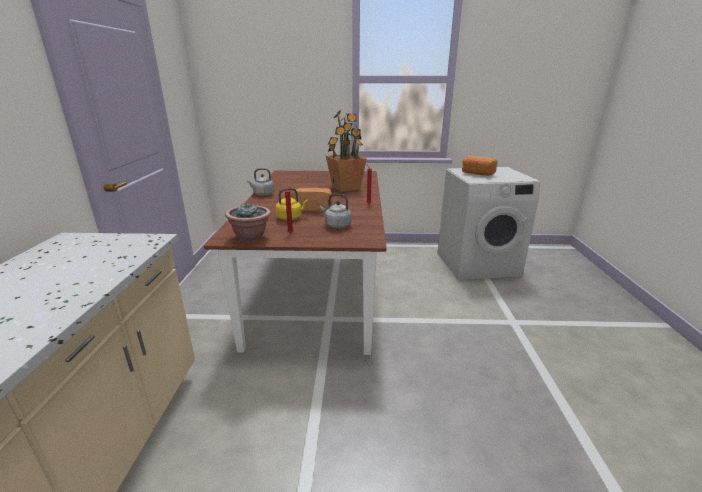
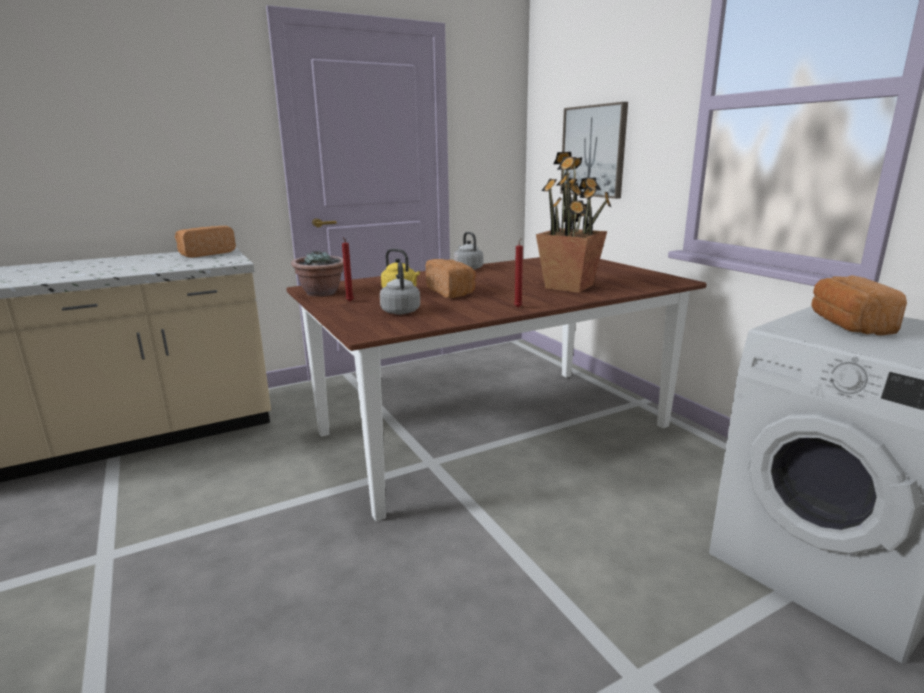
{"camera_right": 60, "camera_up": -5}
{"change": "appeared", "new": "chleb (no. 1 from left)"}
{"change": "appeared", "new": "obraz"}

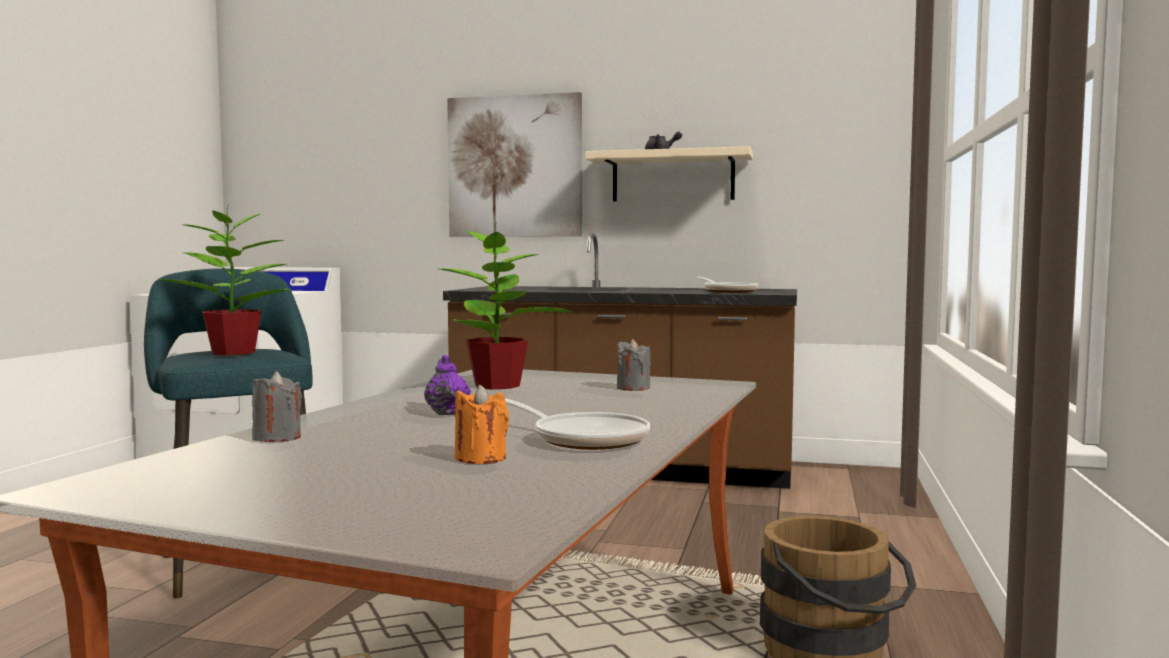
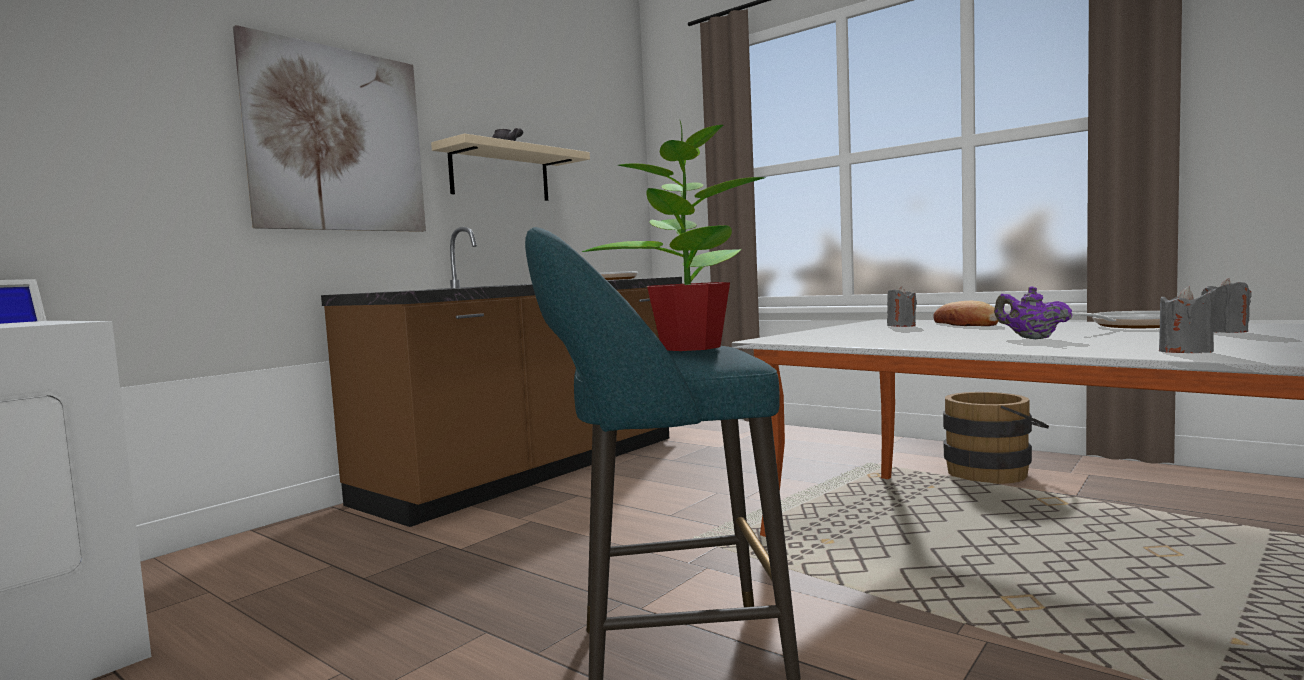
{"camera_right": -65, "camera_up": 0}
{"change": "missing", "old": "roślina doniczkowa (no. 2 from left)"}
{"change": "appeared", "new": "chleb"}
{"change": "colour", "old": "świeca (pomarańczowy)", "new": "świeca (szary) (no. 3 from left)"}
{"change": "spun", "old": "imbryk (fioletowy)", "degrees": 45}

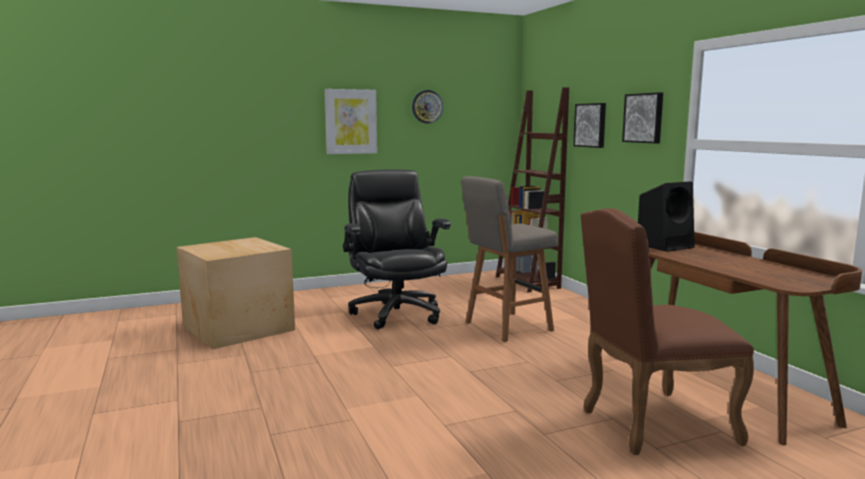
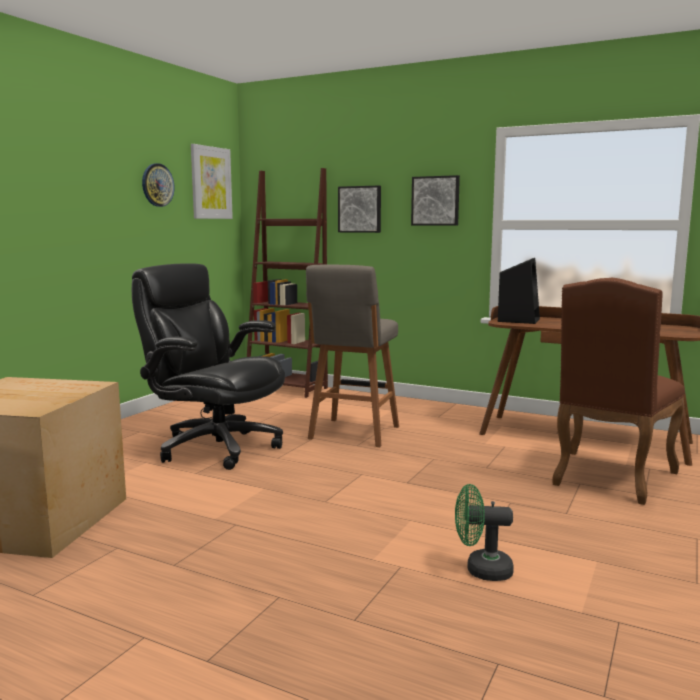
{"camera_right": -40, "camera_up": 0}
{"change": "appeared", "new": "wentylator (zielony)"}
{"change": "relocated", "old": "obraz (no. 1 from left)"}

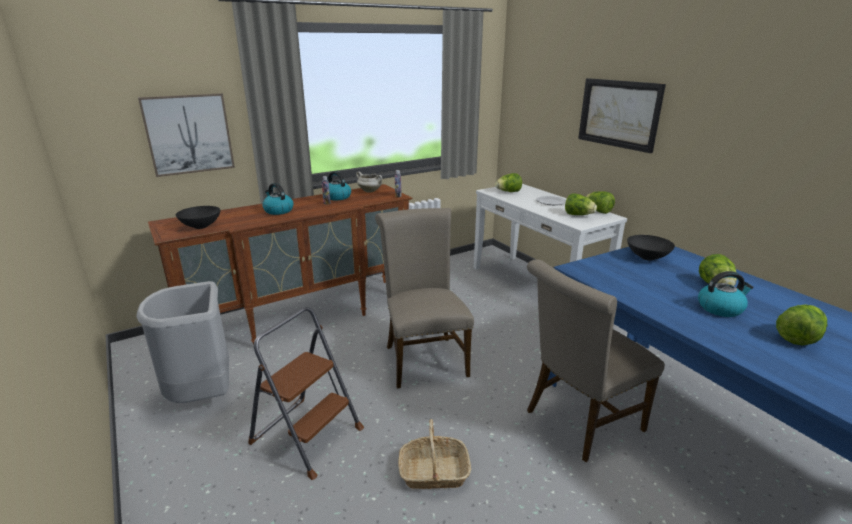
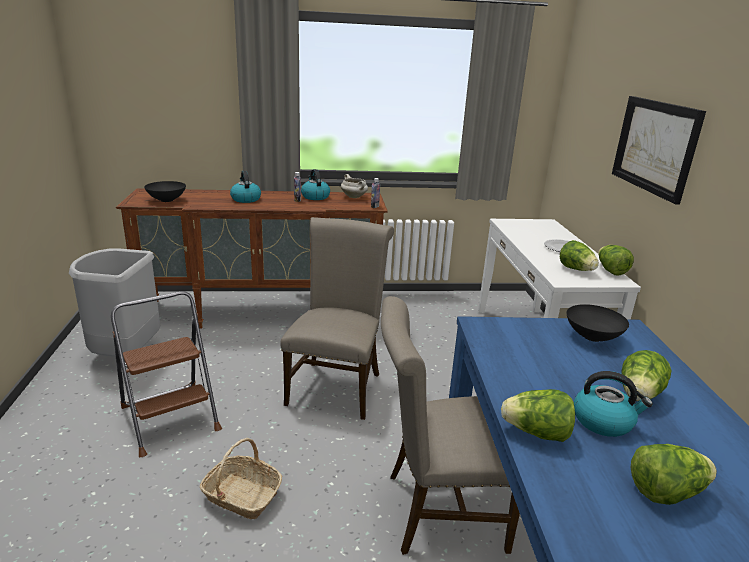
{"camera_right": 25, "camera_up": 0}
{"change": "missing", "old": "obraz (no. 1 from left)"}
{"change": "relocated", "old": "sałata (no. 1 from left)"}

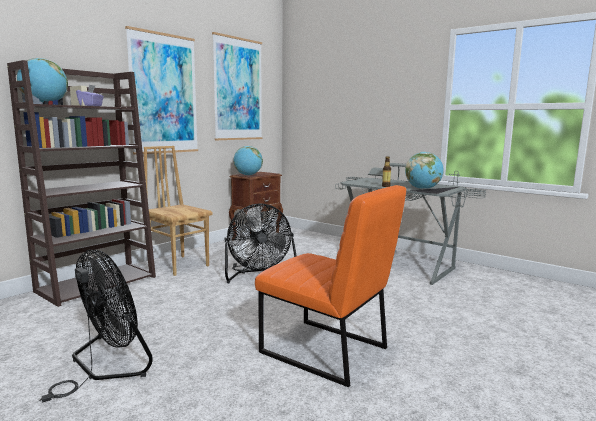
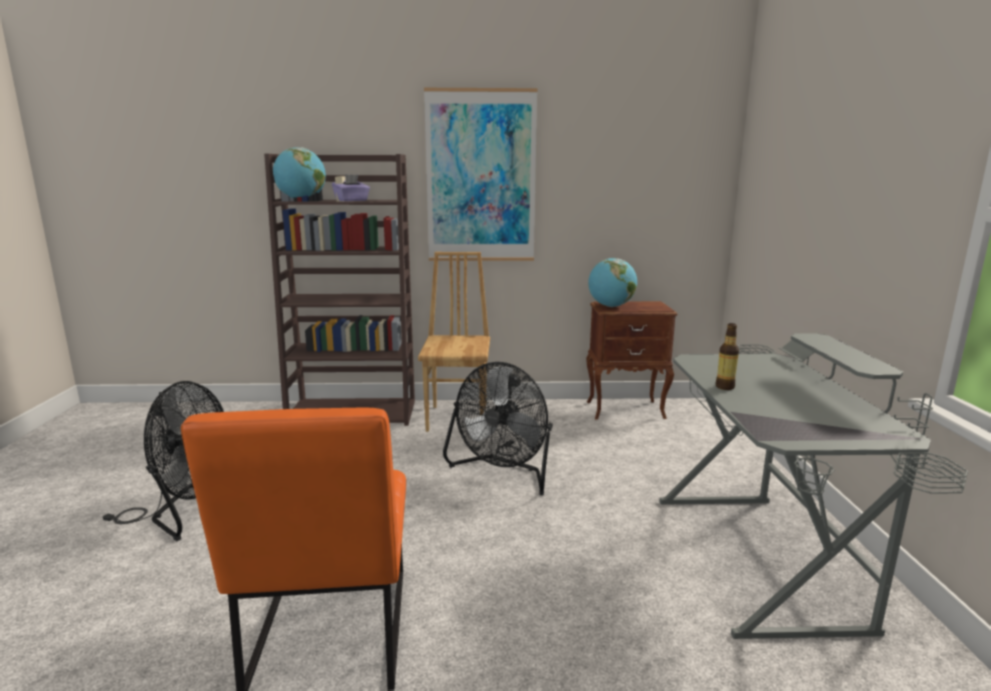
{"camera_right": 50, "camera_up": 5}
{"change": "missing", "old": "obraz (no. 2 from left)"}
{"change": "missing", "old": "globus (no. 3 from left)"}

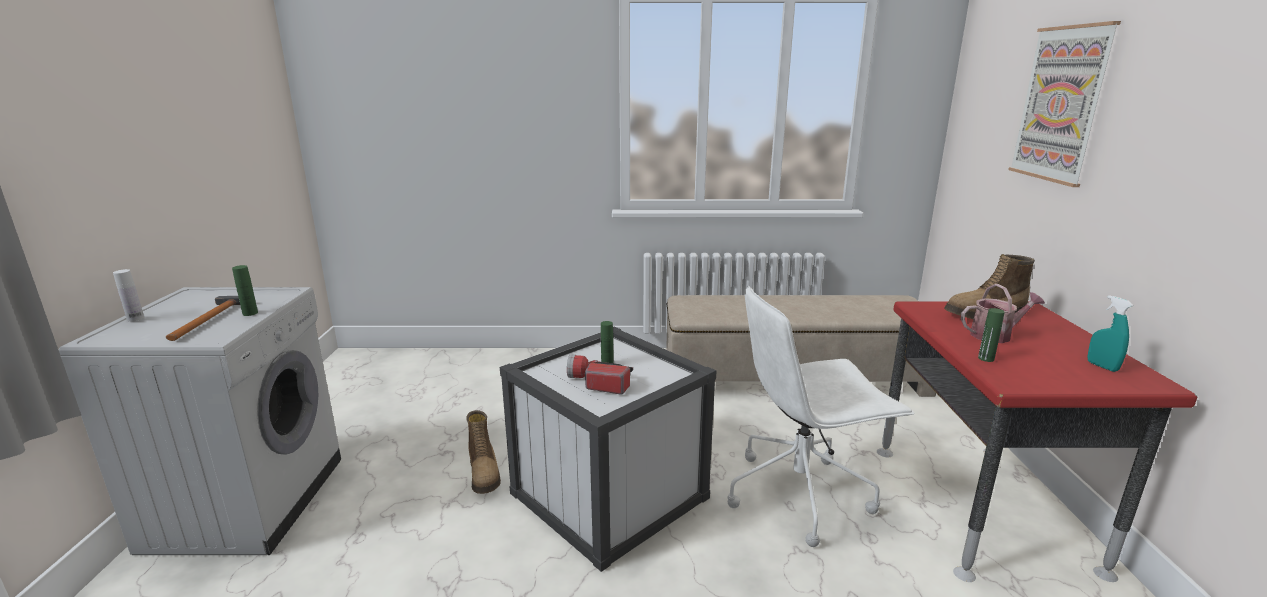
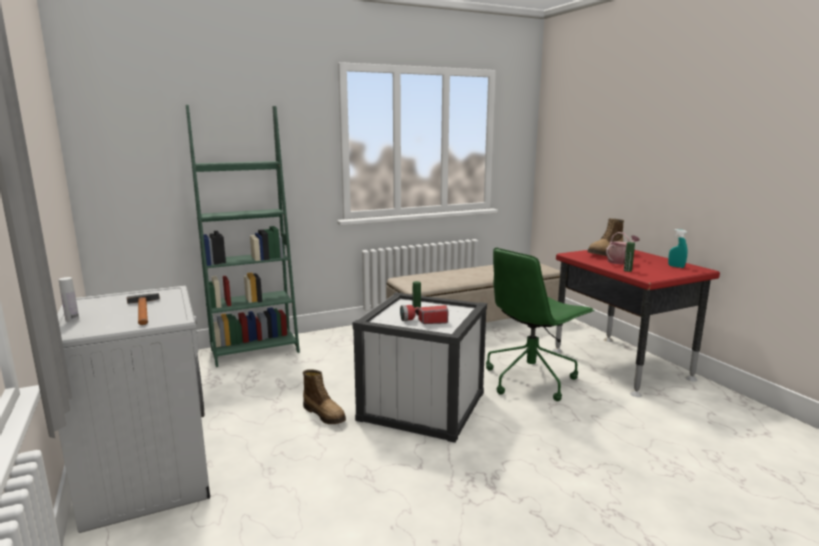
{"camera_right": -25, "camera_up": -5}
{"change": "missing", "old": "butelka (zielony) (no. 1 from left)"}
{"change": "missing", "old": "obraz"}
{"change": "appeared", "new": "regał (zielony)"}
{"change": "colour", "old": "krzesło biurowe (biały)", "new": "krzesło biurowe (zielony)"}

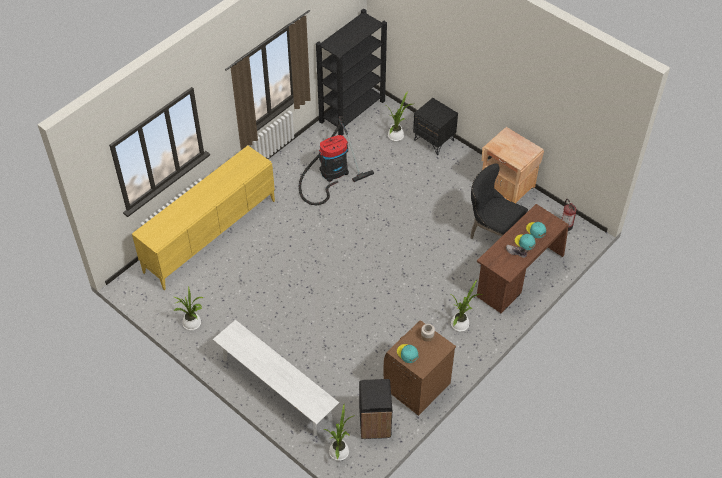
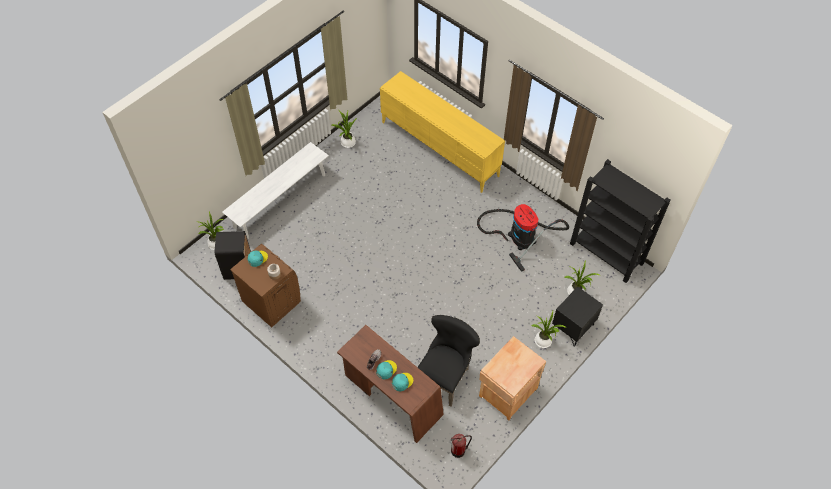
{"camera_right": 90, "camera_up": 5}
{"change": "relocated", "old": "roślina doniczkowa (no. 4 from left in the first image)", "new": "roślina doniczkowa (no. 3 from left)"}

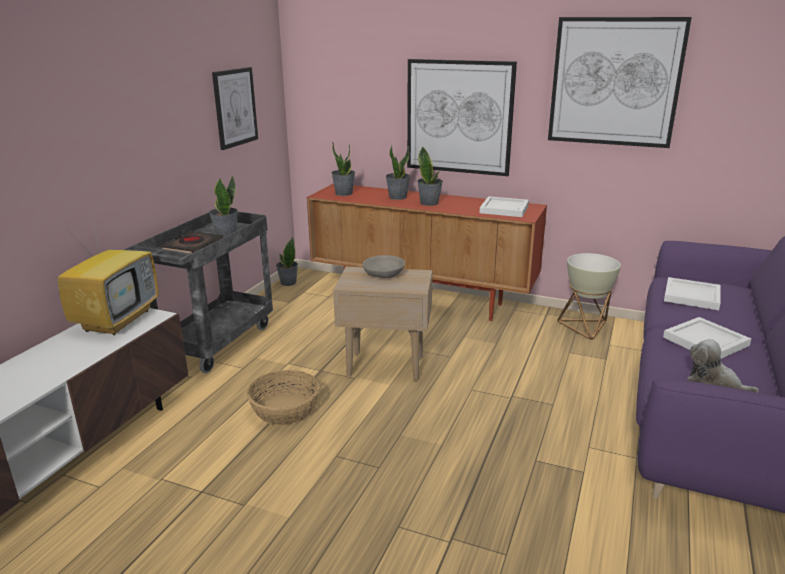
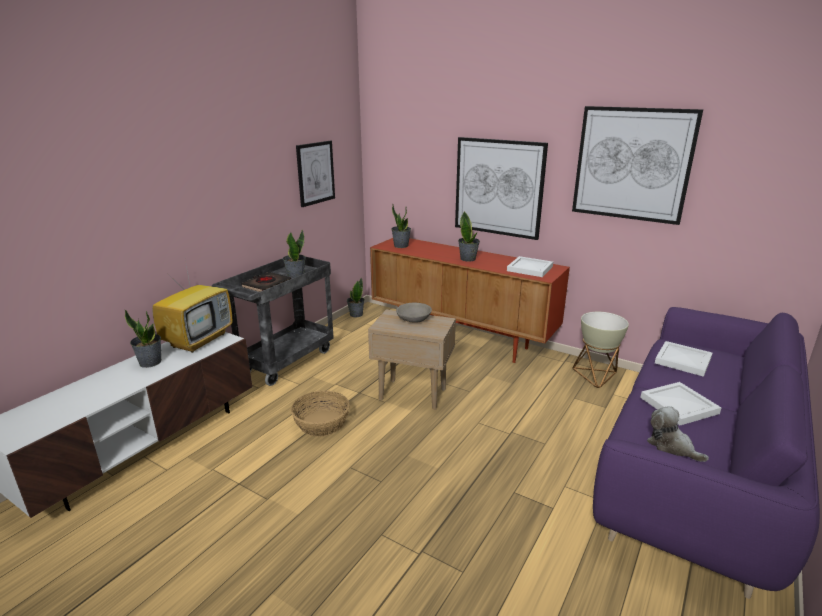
{"camera_right": 10, "camera_up": 0}
{"change": "relocated", "old": "roślina doniczkowa (no. 4 from left in the first image)", "new": "roślina doniczkowa (no. 1 from left)"}

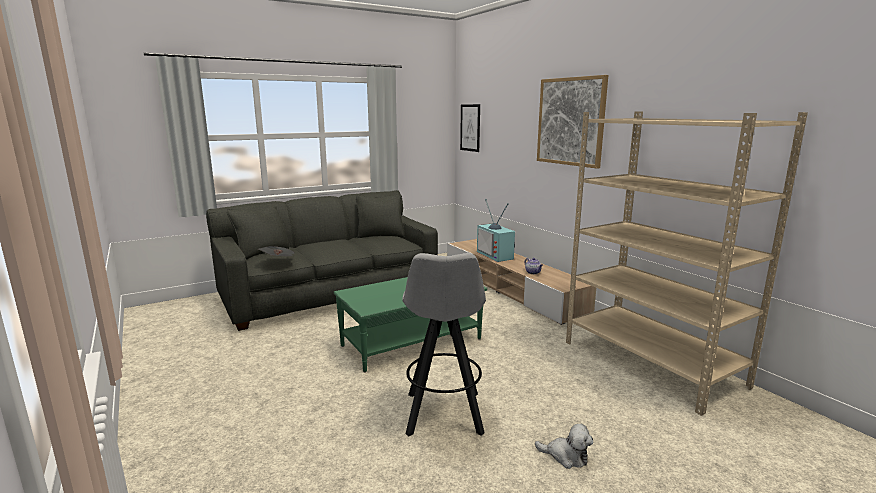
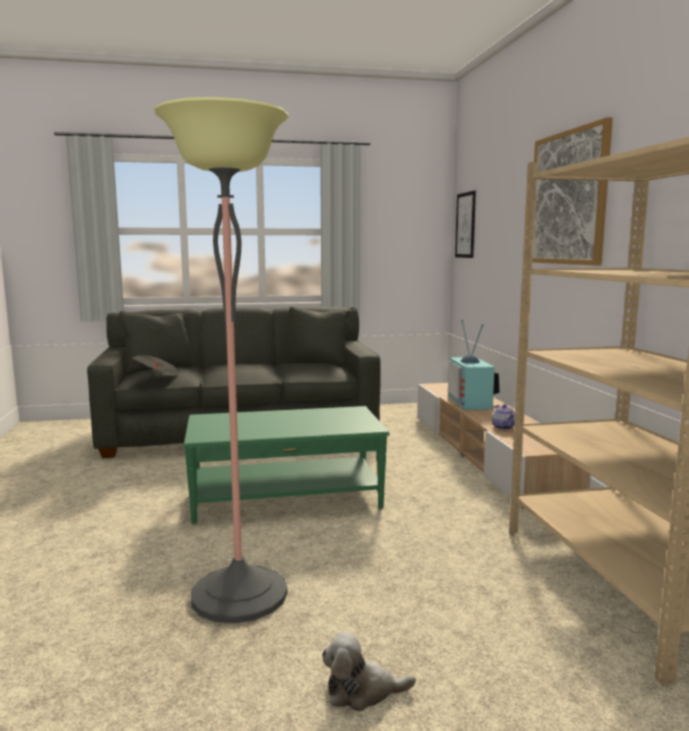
{"camera_right": 20, "camera_up": -5}
{"change": "exchanged", "old": "stołek (szary)", "new": "lampa stojąca"}
{"change": "spun", "old": "pluszak", "degrees": 135}

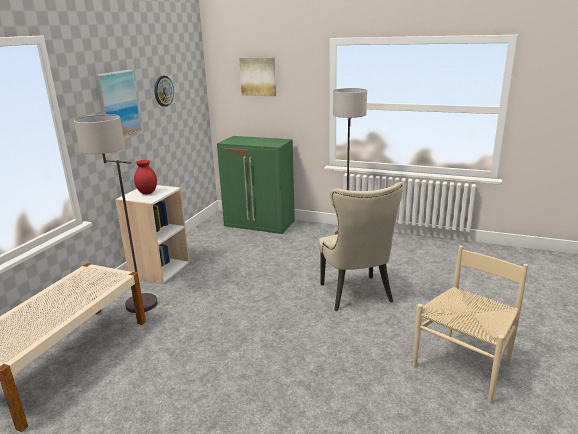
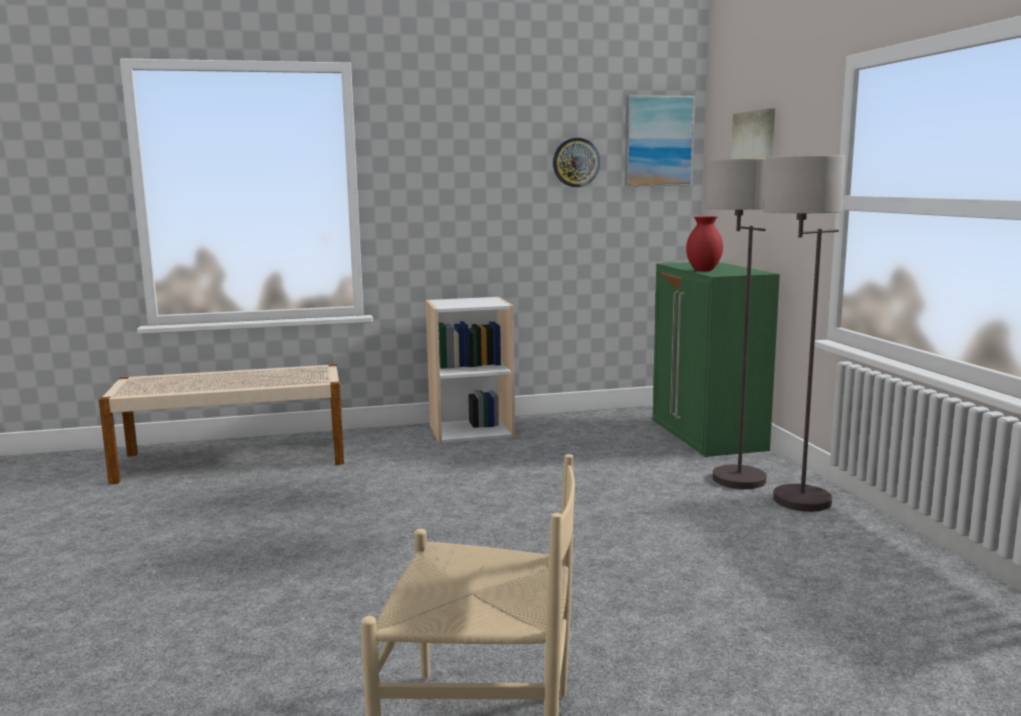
{"camera_right": 55, "camera_up": -10}
{"change": "missing", "old": "krzesło (beżowy) (no. 1 from left)"}
{"change": "relocated", "old": "lampa stojąca (szary) (no. 1 from left)"}
{"change": "relocated", "old": "obraz (no. 1 from left)"}
{"change": "relocated", "old": "wazon (czerwony)"}

